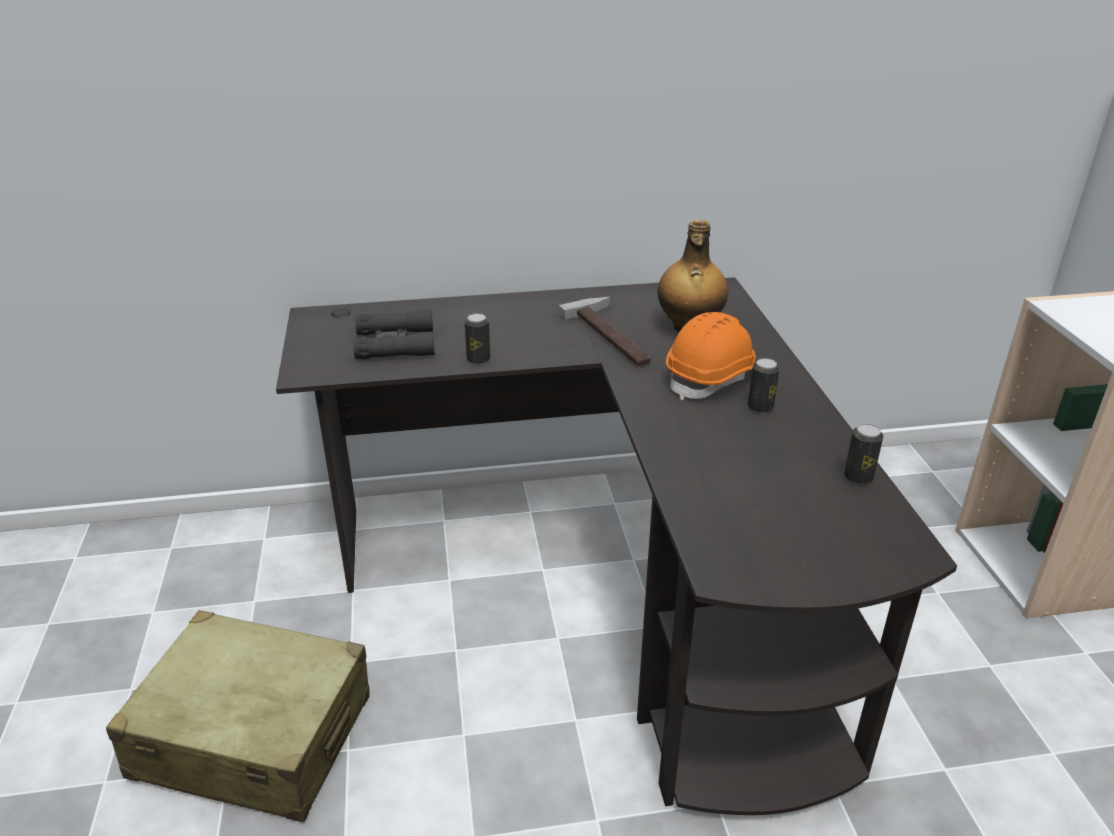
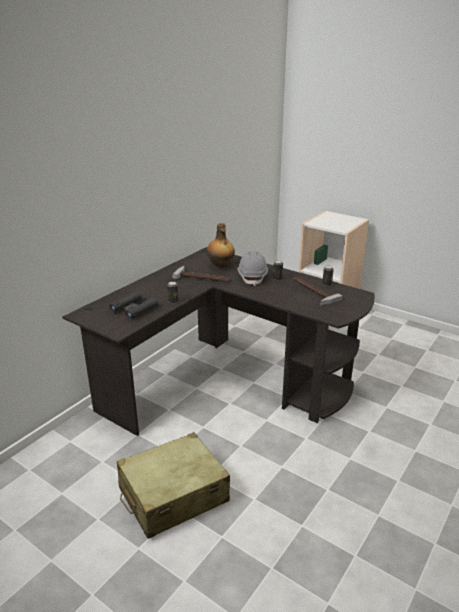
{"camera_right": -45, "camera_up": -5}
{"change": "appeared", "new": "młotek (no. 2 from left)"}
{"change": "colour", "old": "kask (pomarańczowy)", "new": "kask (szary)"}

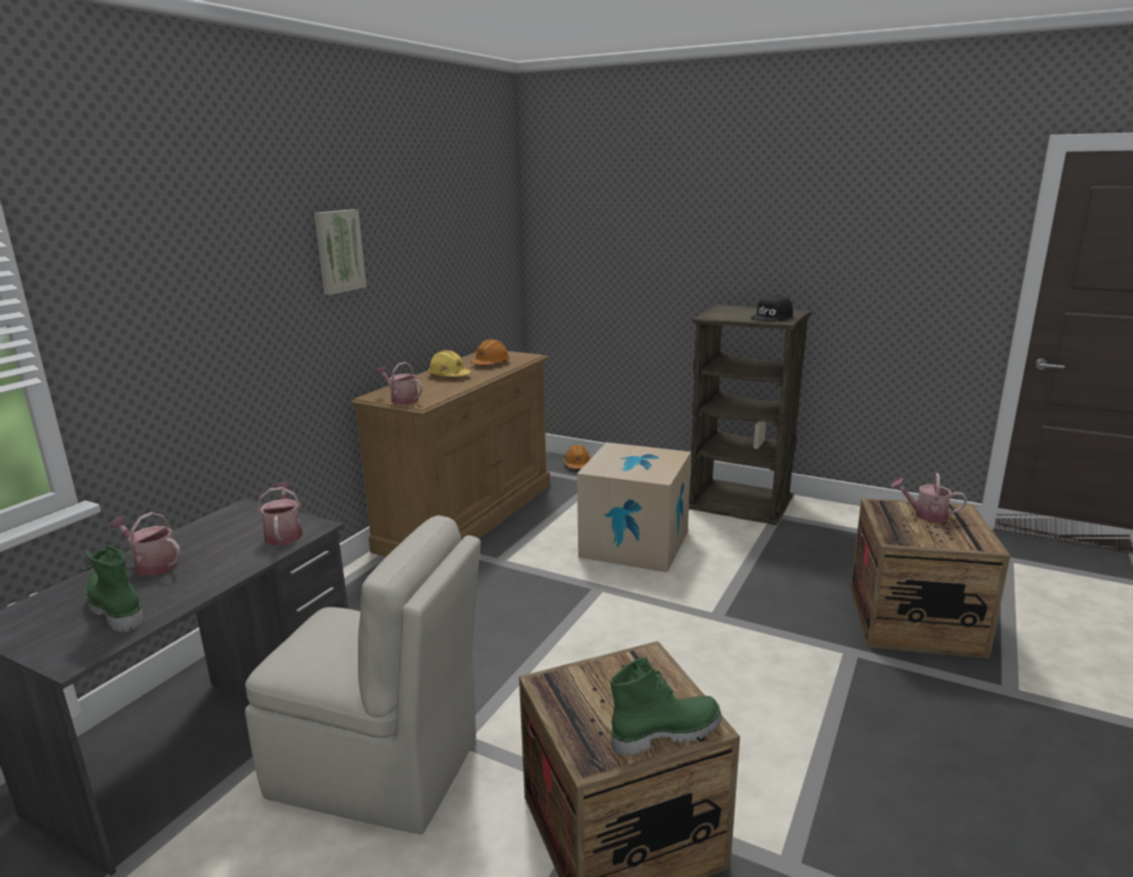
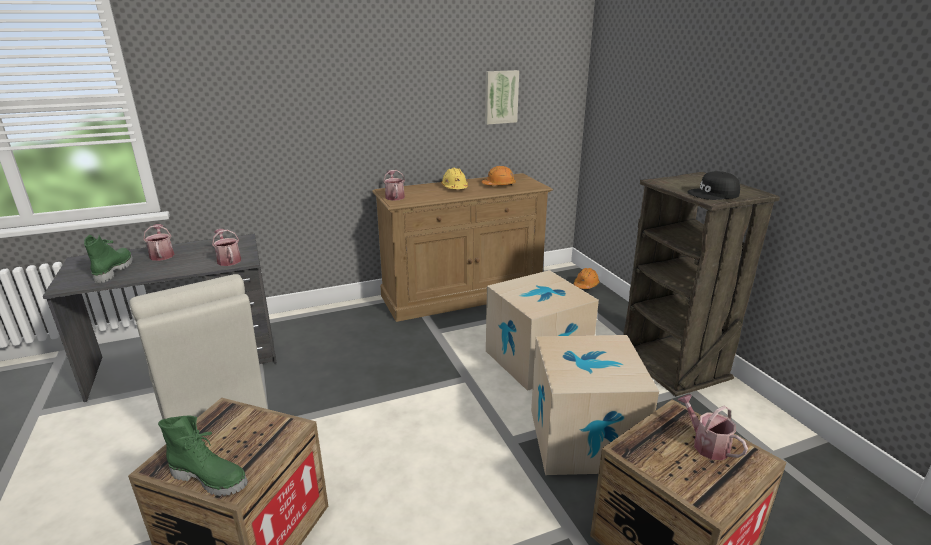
{"camera_right": 40, "camera_up": 5}
{"change": "appeared", "new": "karton (no. 2 from left)"}
{"change": "relocated", "old": "obraz"}
{"change": "spun", "old": "konewka (no. 2 from left)", "degrees": -60}

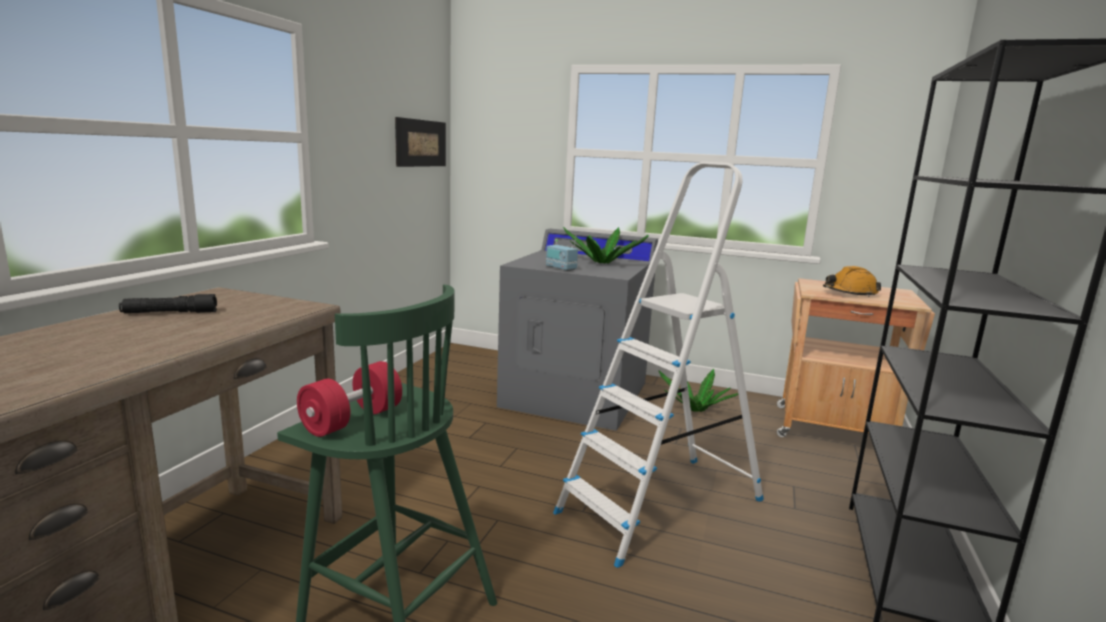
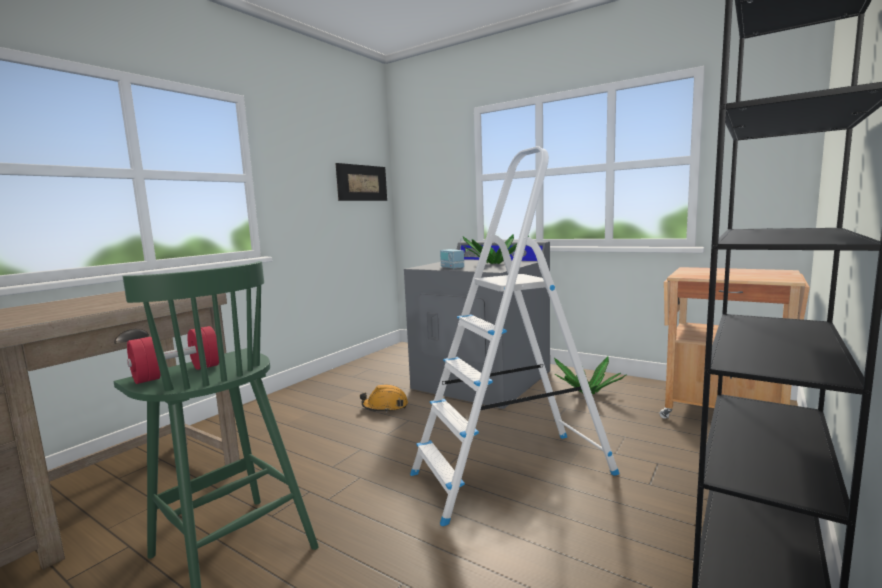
{"camera_right": 15, "camera_up": -5}
{"change": "missing", "old": "latarka (czarny)"}
{"change": "relocated", "old": "kask (pomarańczowy)"}

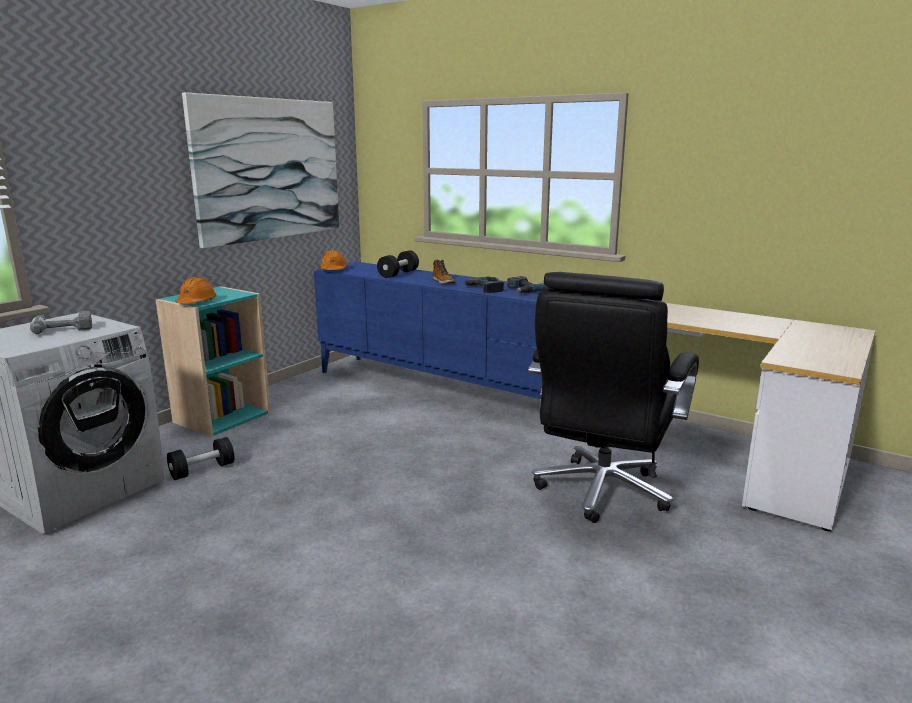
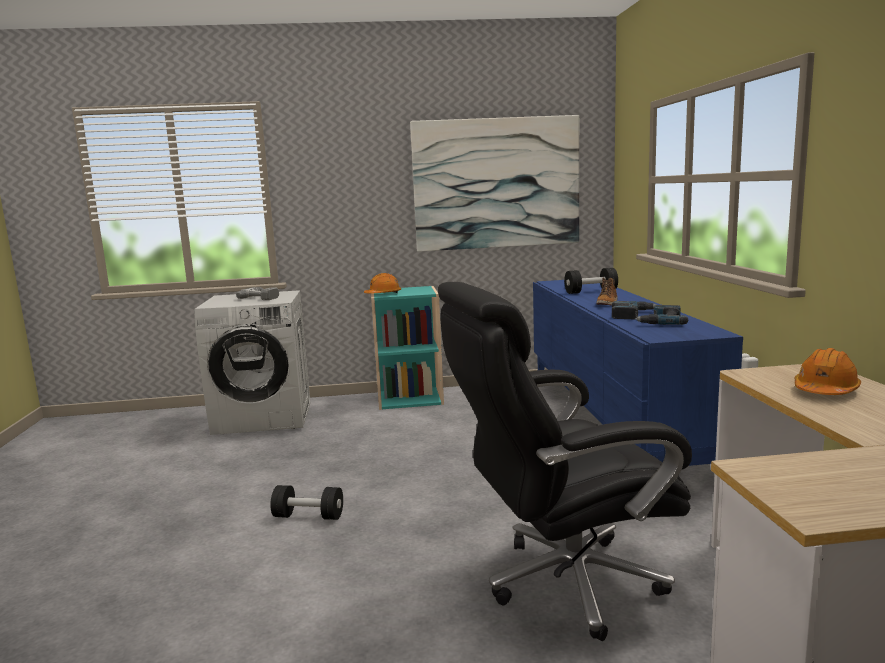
{"camera_right": 50, "camera_up": -5}
{"change": "relocated", "old": "hantel (czarny) (no. 1 from left)"}
{"change": "relocated", "old": "kask (pomarańczowy) (no. 2 from left)"}

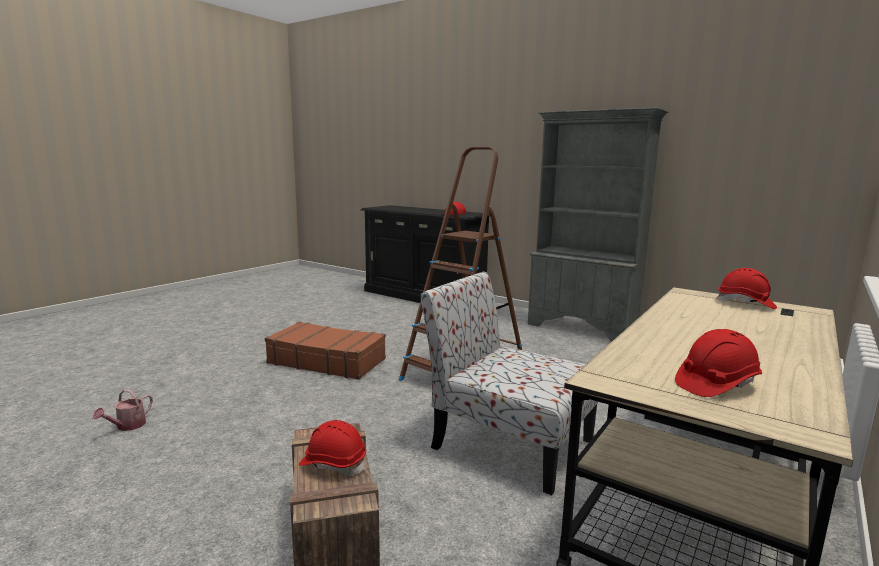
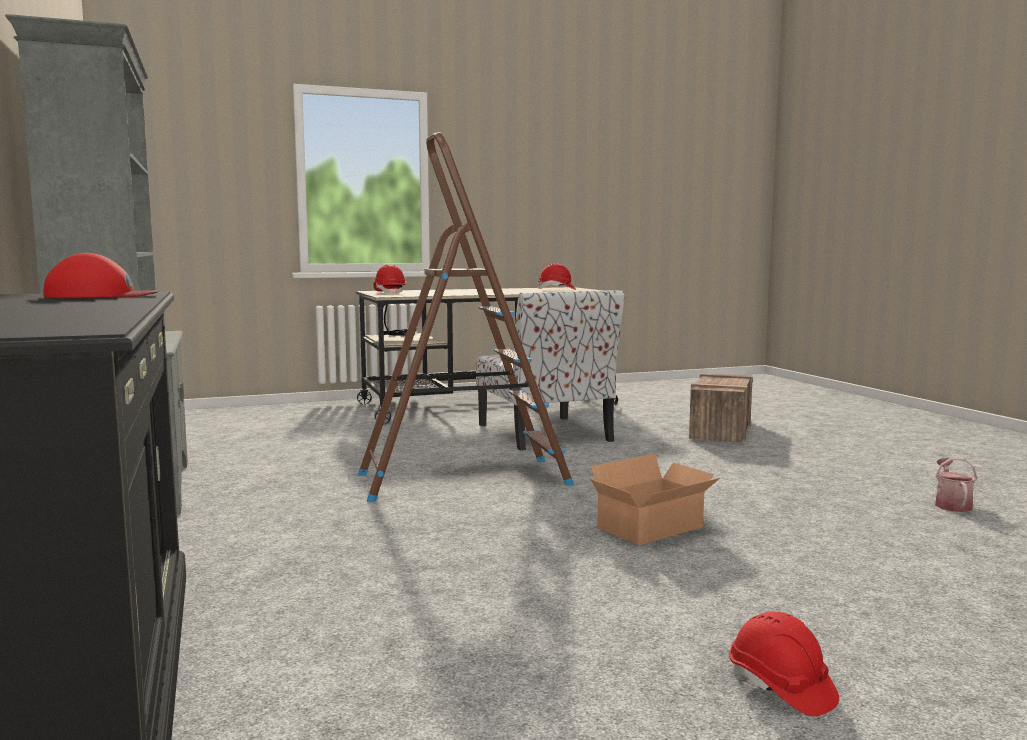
{"camera_right": -145, "camera_up": -5}
{"change": "relocated", "old": "kask (czerwony) (no. 1 from left in the first image)", "new": "kask (czerwony) (no. 3 from left)"}
{"change": "exchanged", "old": "walizka (brązowy)", "new": "karton"}
{"change": "spun", "old": "konewka", "degrees": -45}

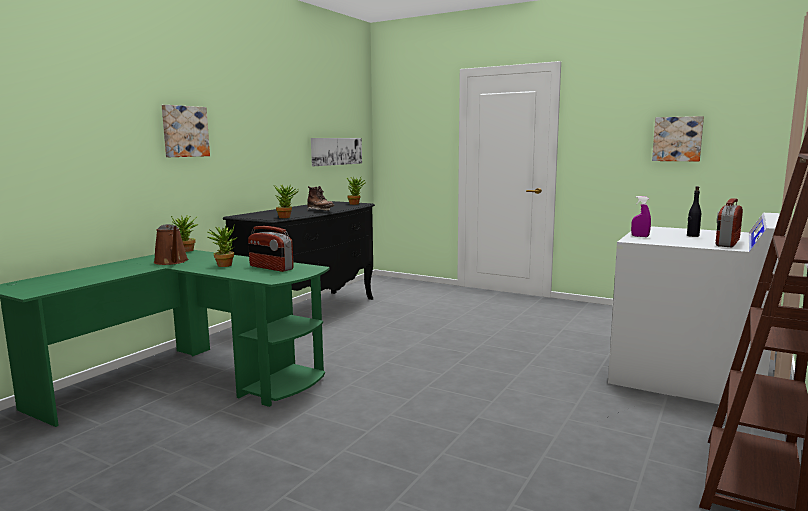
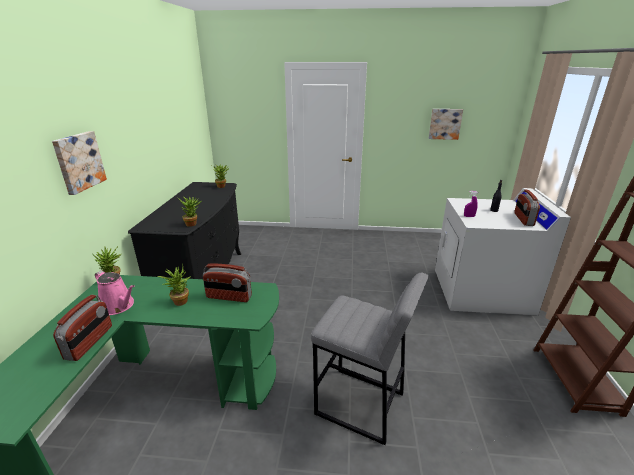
{"camera_right": -25, "camera_up": 15}
{"change": "missing", "old": "but z cholewką (brązowy)"}
{"change": "missing", "old": "obraz (no. 2 from left)"}
{"change": "appeared", "new": "radio (no. 1 from left)"}
{"change": "appeared", "new": "stołek (szary)"}
{"change": "colour", "old": "konewka (brązowy)", "new": "konewka (różowy)"}

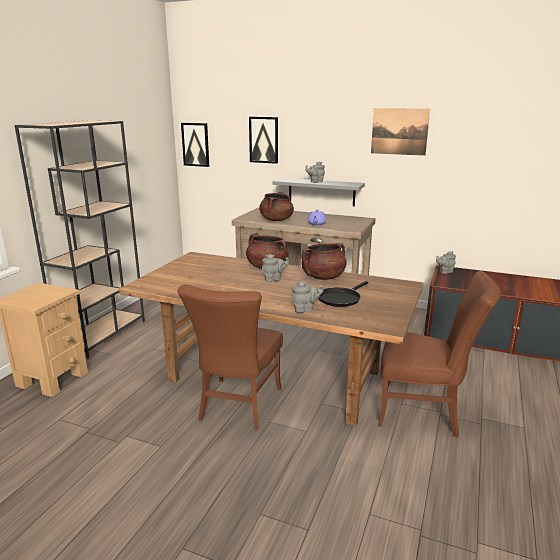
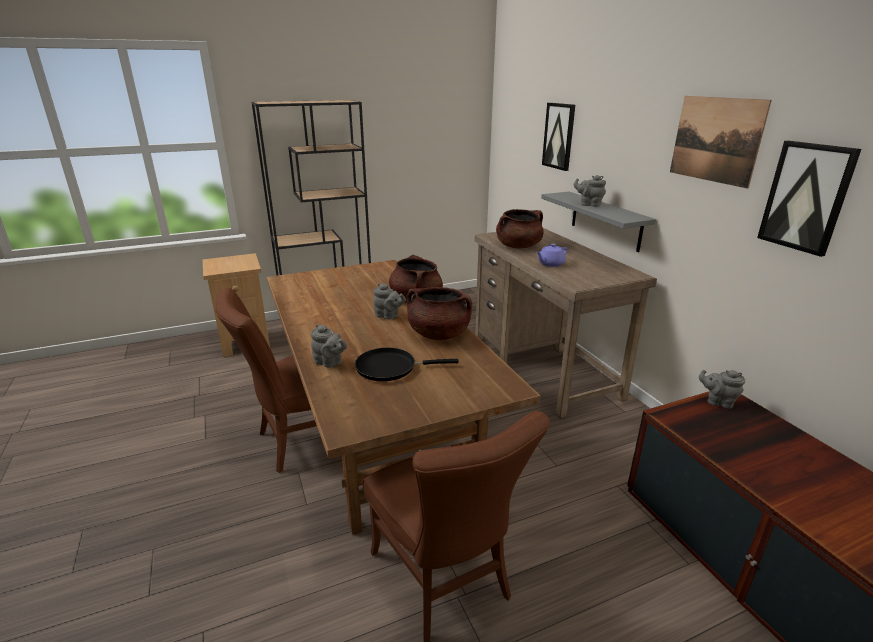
{"camera_right": 45, "camera_up": 5}
{"change": "relocated", "old": "obraz (no. 1 from left in the first image)", "new": "obraz (no. 3 from left)"}

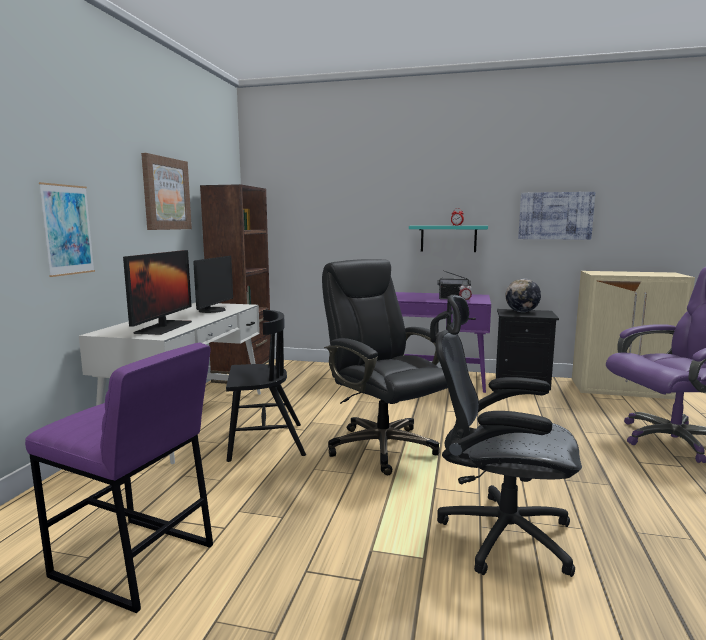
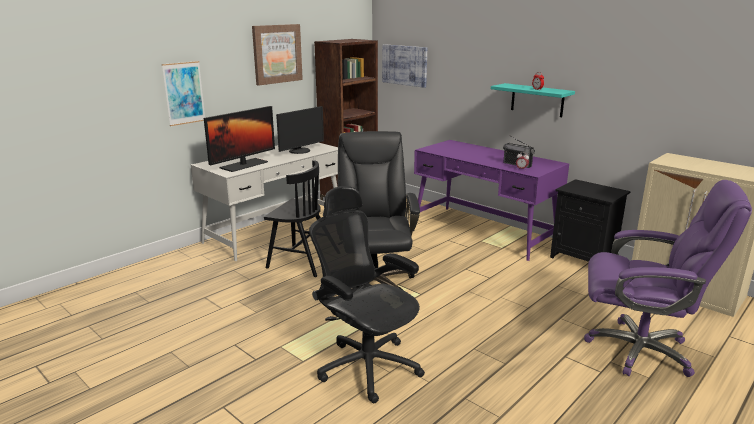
{"camera_right": 30, "camera_up": 10}
{"change": "missing", "old": "stołek (fioletowy)"}
{"change": "missing", "old": "globus"}
{"change": "relocated", "old": "obraz (no. 3 from left)"}

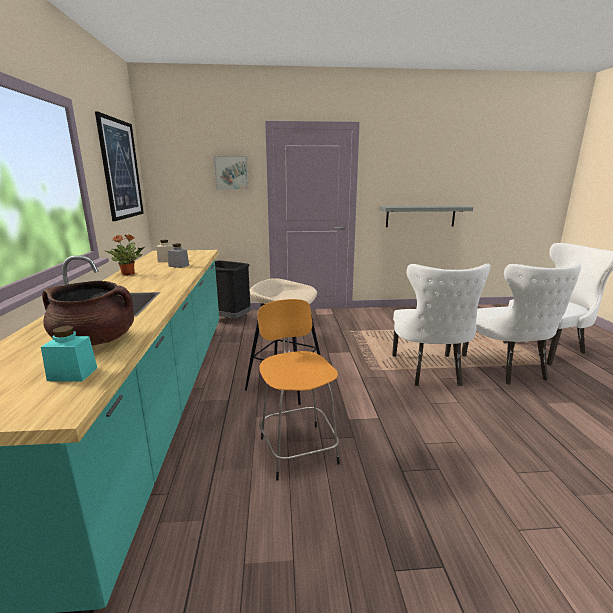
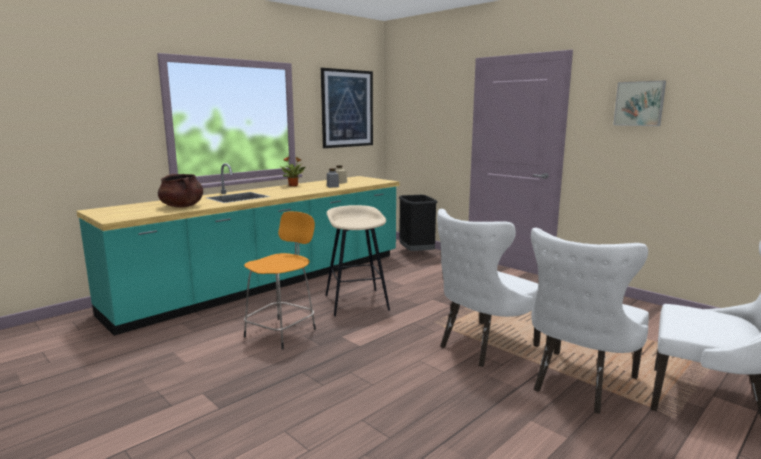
{"camera_right": 50, "camera_up": -5}
{"change": "missing", "old": "słoik (turkusowy)"}
{"change": "missing", "old": "półka (szary)"}
{"change": "relocated", "old": "obraz (no. 2 from left)"}

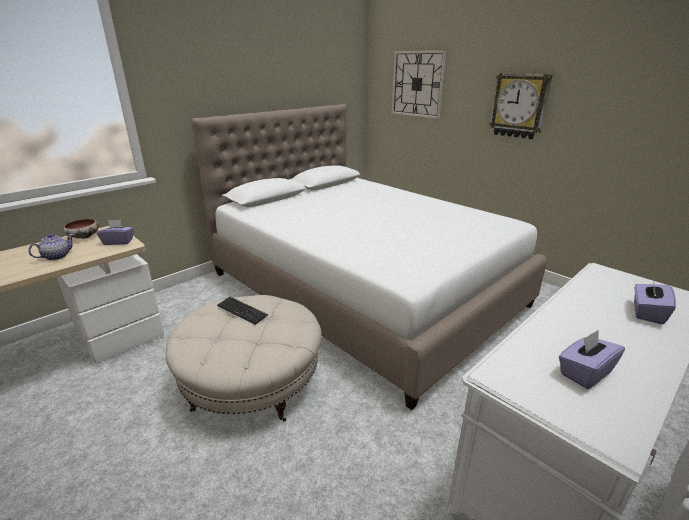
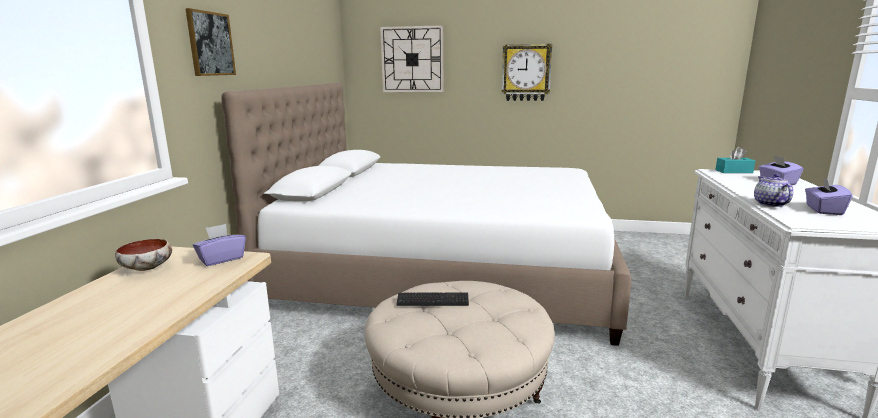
{"camera_right": -35, "camera_up": -10}
{"change": "appeared", "new": "obraz"}
{"change": "appeared", "new": "pudełko chusteczek (turkusowy)"}
{"change": "relocated", "old": "imbryk"}

